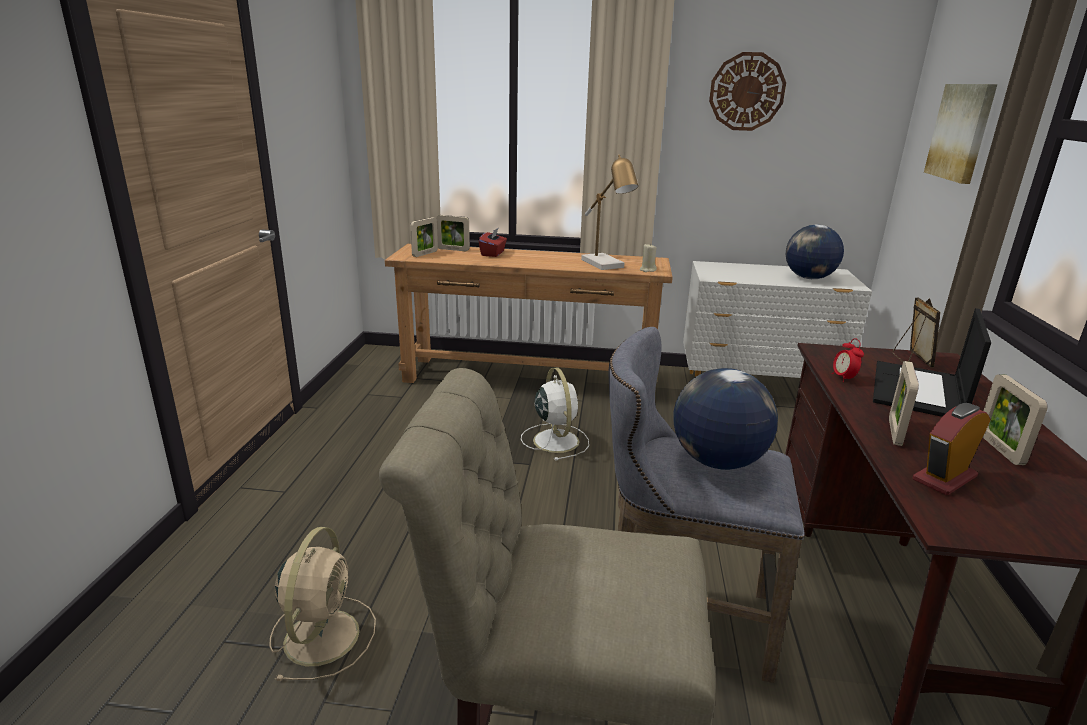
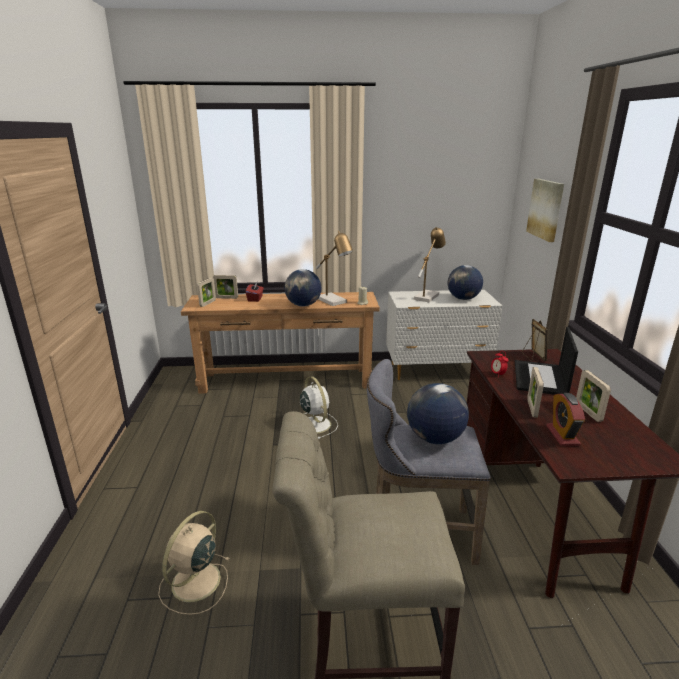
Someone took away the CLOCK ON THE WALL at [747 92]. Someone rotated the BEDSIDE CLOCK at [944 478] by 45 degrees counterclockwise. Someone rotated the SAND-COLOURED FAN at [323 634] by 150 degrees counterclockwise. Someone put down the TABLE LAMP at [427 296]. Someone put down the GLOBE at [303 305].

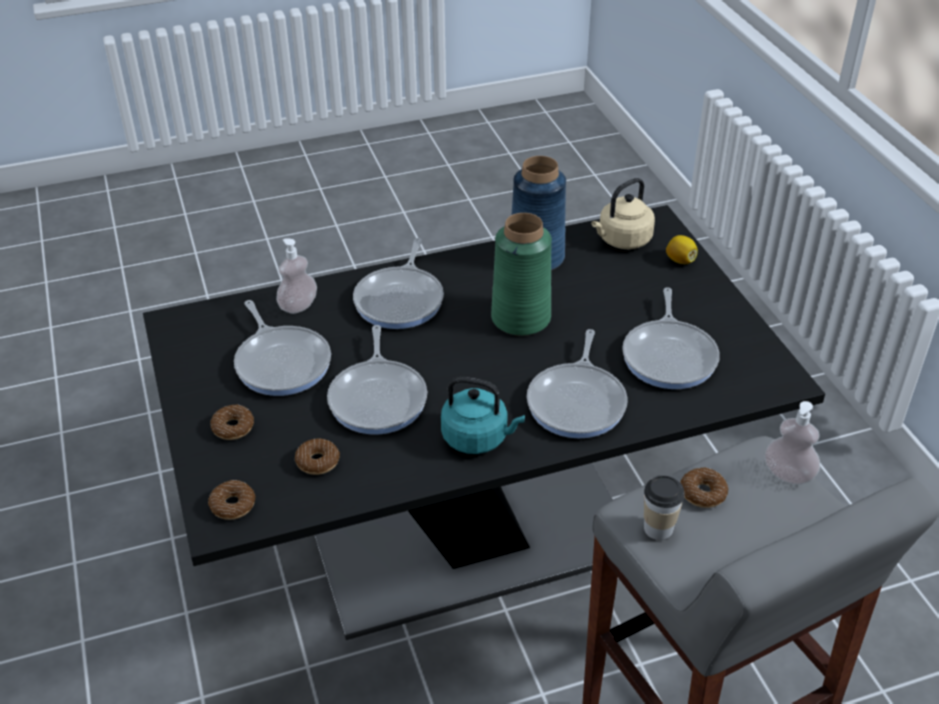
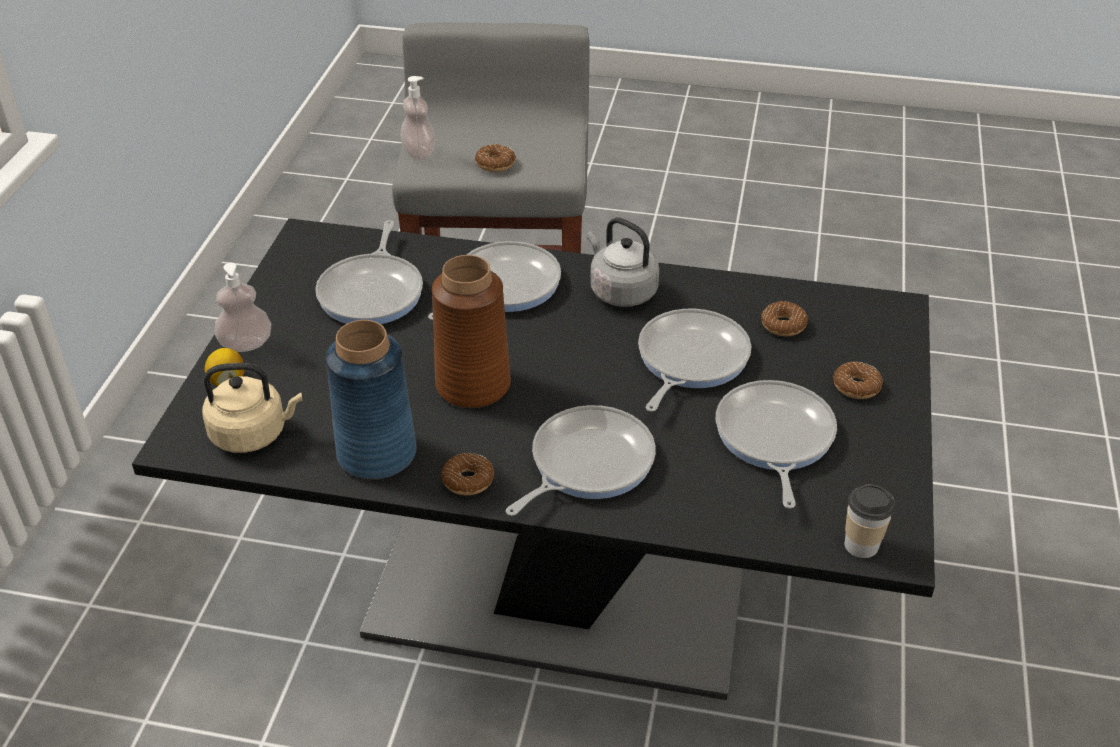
Someone repainted the GREENISH VASE at [521 318], which became the BROWN-COLOURED VASE at [472 385]. Someone carried the SOAP BOTTLE from [298 306] to [246 344]. Someone rotated the SKILLET at [670 356] by 150 degrees clockwise. Someone repainted the TURQUOISE TEA KETTLE at [478 438], which became the GREY TEA KETTLE at [620 291]. Someone carried the DRINKING CUP from [658 528] to [861 545]. Someone carried the DOUGHNUT from [232 505] to [468 480].

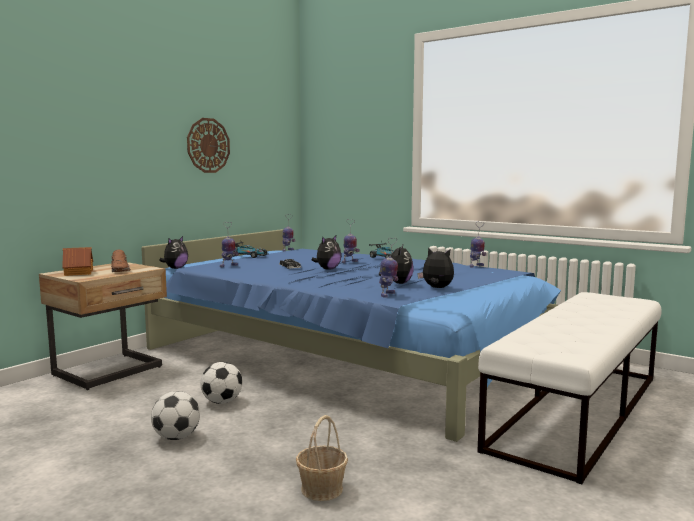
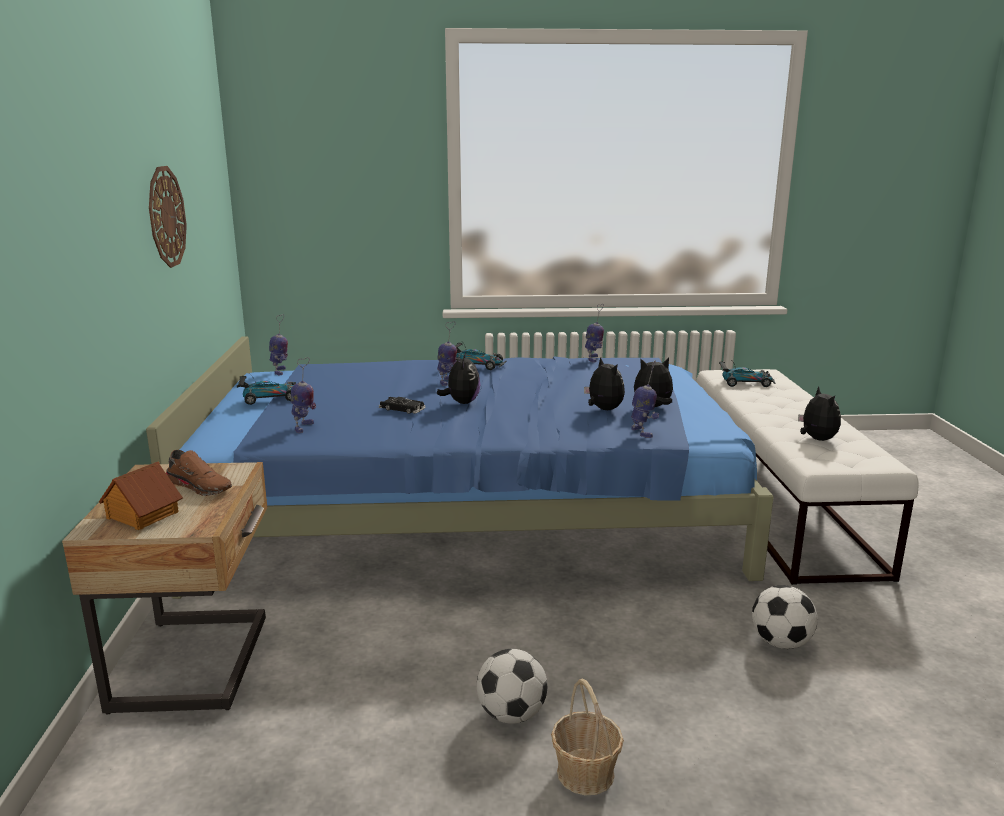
Someone carried the SOFT TOY from [175 268] to [816 439]. Someone carried the FOOTBALL BALL from [222 402] to [780 643]. Someone carried the BASKET from [321 489] to [585 773]. Someone put down the MINIATURE CAR at [745 382].

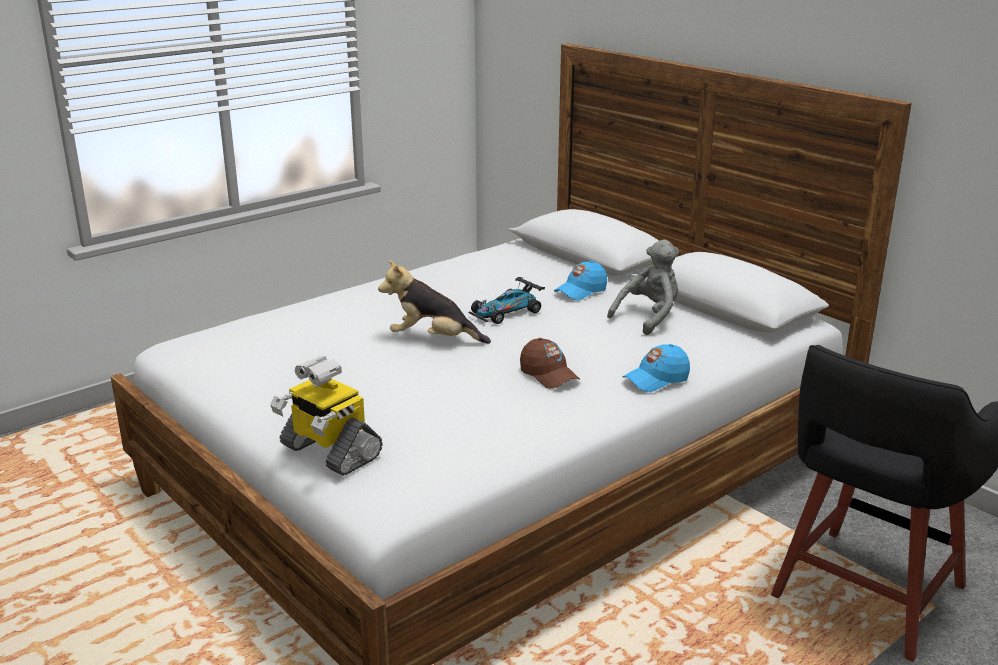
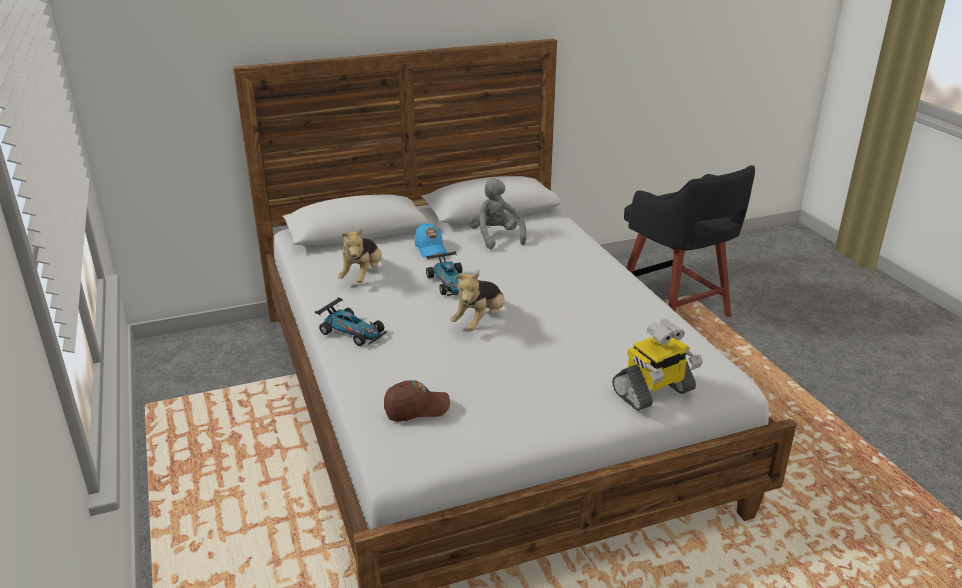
Someone carried the BROWN-COLOURED PEAKED CAP from [548 375] to [417 409]. Someone took away the BLUE-COLOURED PEAKED CAP at [656 380]. Someone put down the SOFT TOY at [362 275]. Someone put down the MINIATURE CAR at [352 331].

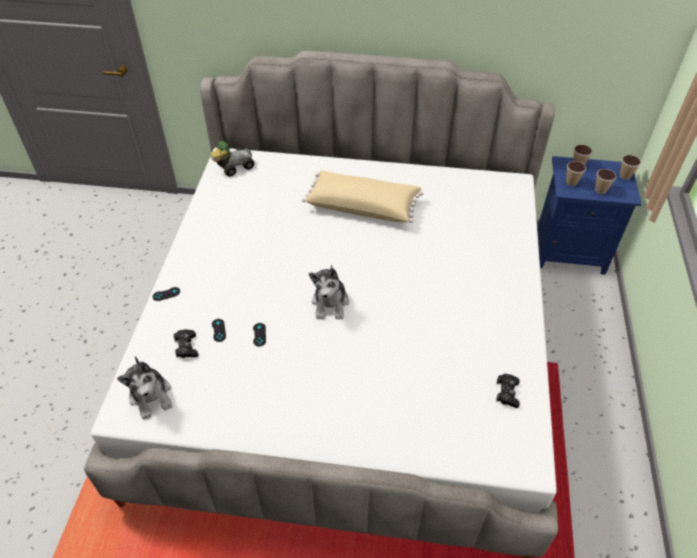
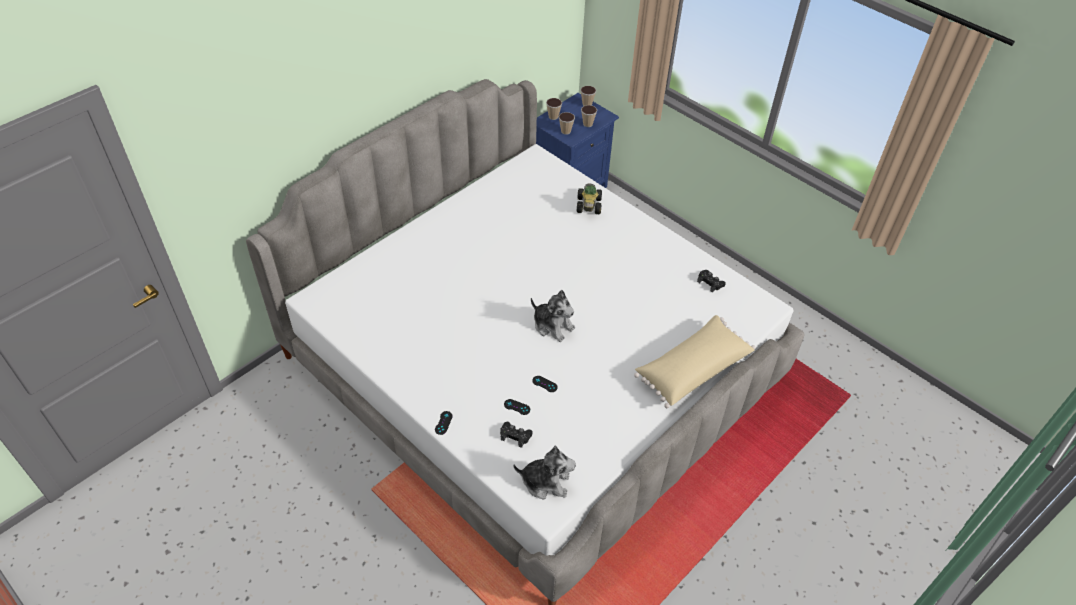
Someone carried the MINIATURE CAR from [233 167] to [587 207]. Someone carried the SAND-COLOURED THROW PILLOW from [363 206] to [691 369].

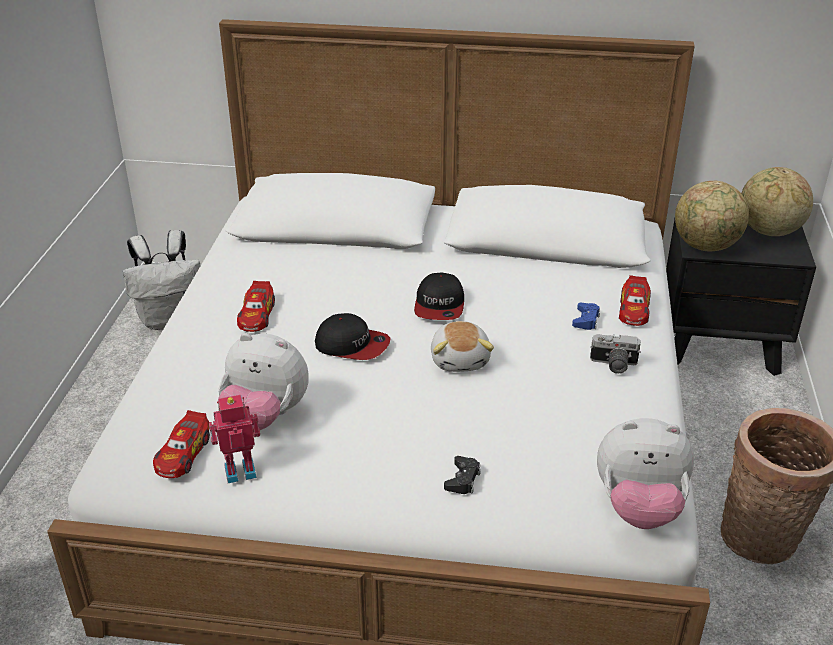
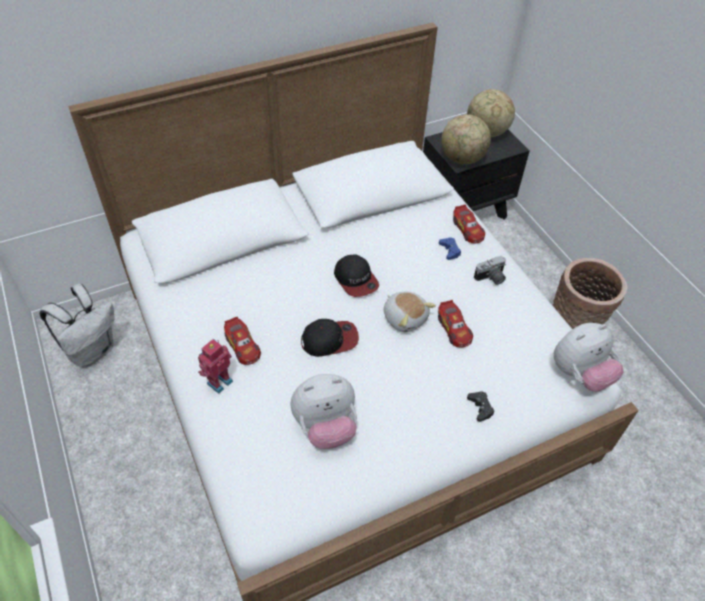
Someone carried the TOY ROBOT from [240 470] to [218 381]. Someone carried the MINIATURE CAR from [183 454] to [454 329].

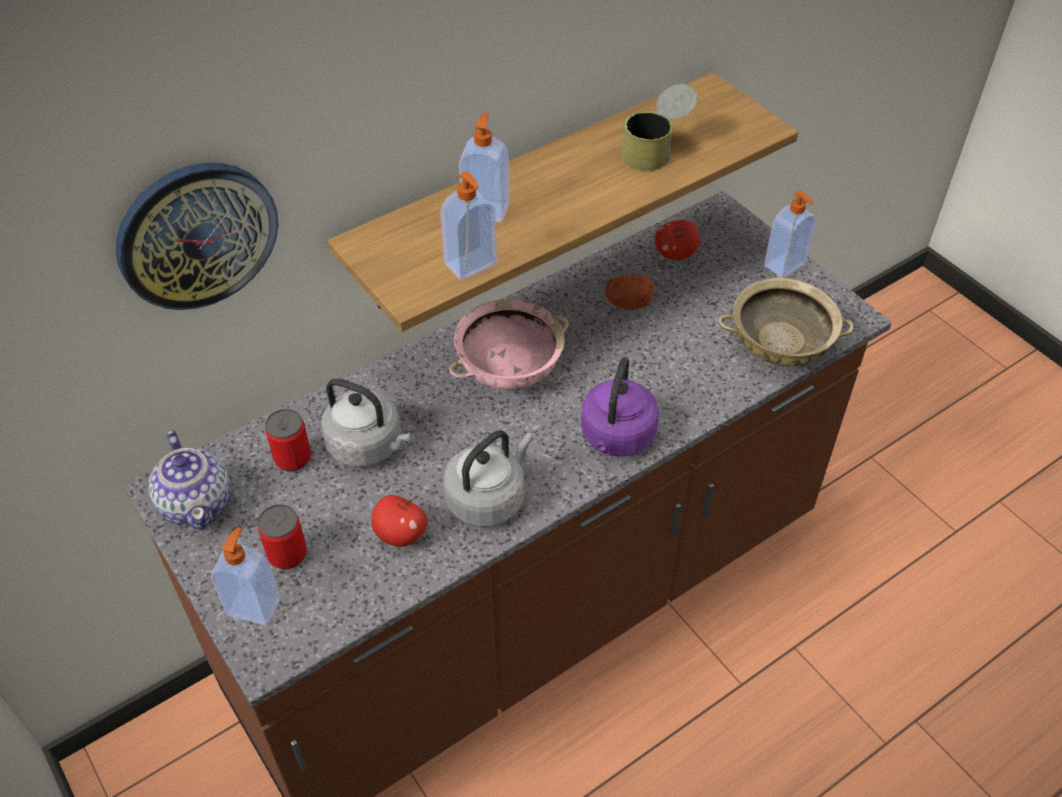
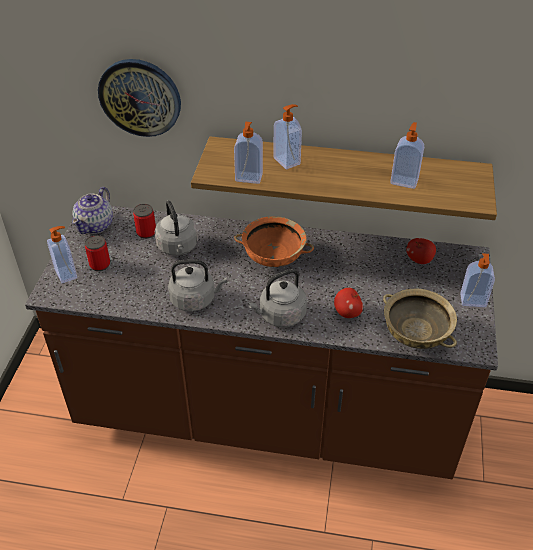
Someone swapped the CAN at [656 150] for the SOAP BOTTLE at [404 181]. Someone took away the SPUD at [627 303]. Someone repainted the PINK DEEP DISH at [510 367], which became the ORANGEY DEEP DISH at [274 256]. Someone repainted the PURPLISH TEA KETTLE at [616 438], which became the GREY TEA KETTLE at [280 316]. Someone carried the APPLE from [400 534] to [347 313].

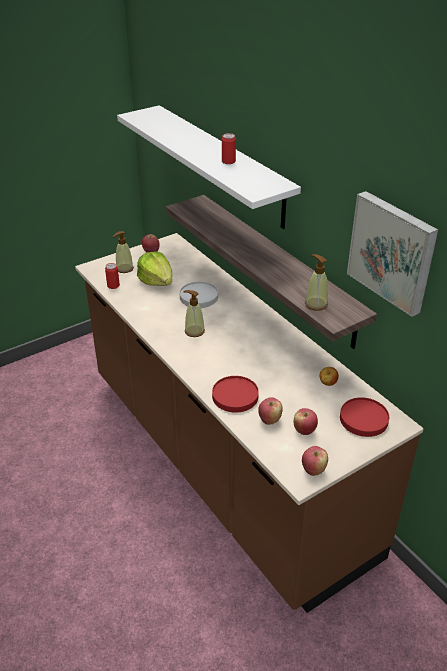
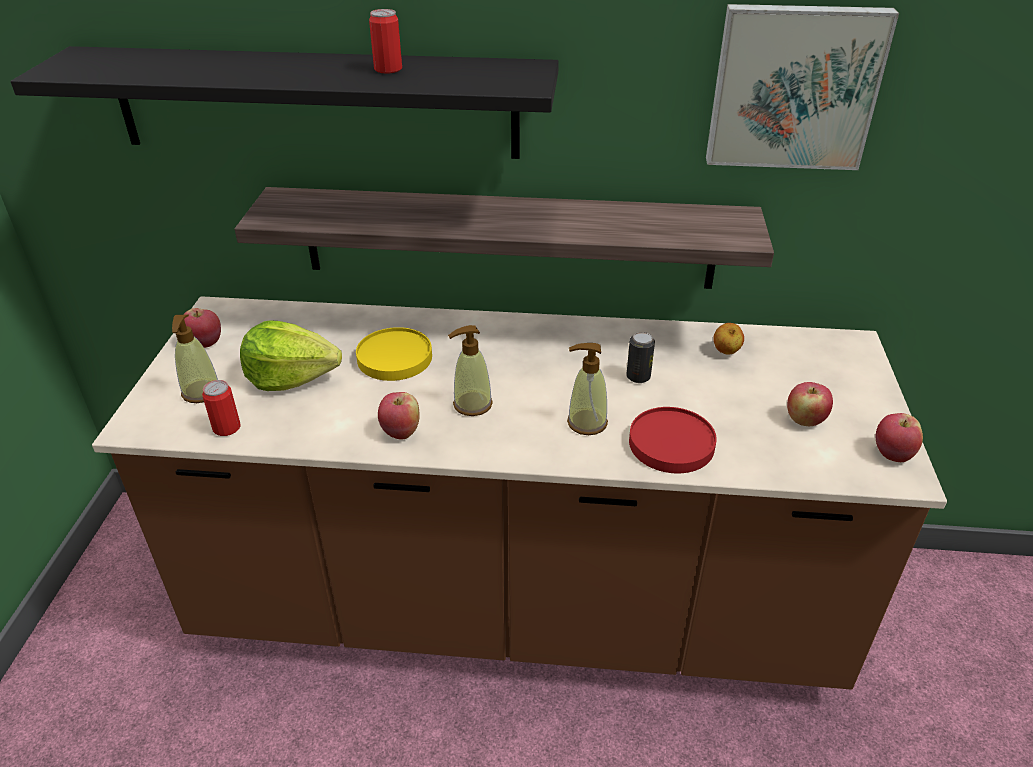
Someone repainted the WHITISH SHELF at [222 164], which became the BLACK SHELF at [315 103]. Someone carried the SOAP BOTTLE from [315 304] to [586 423]. Someone repainted the WHITISH FLAT DISH at [198 296], which became the YELLOWISH FLAT DISH at [394 357]. Someone carried the APPLE from [269 420] to [400 432]. Someone took away the REDDISH FLAT DISH at [364 419]. Someone put down the CAN at [638 377].

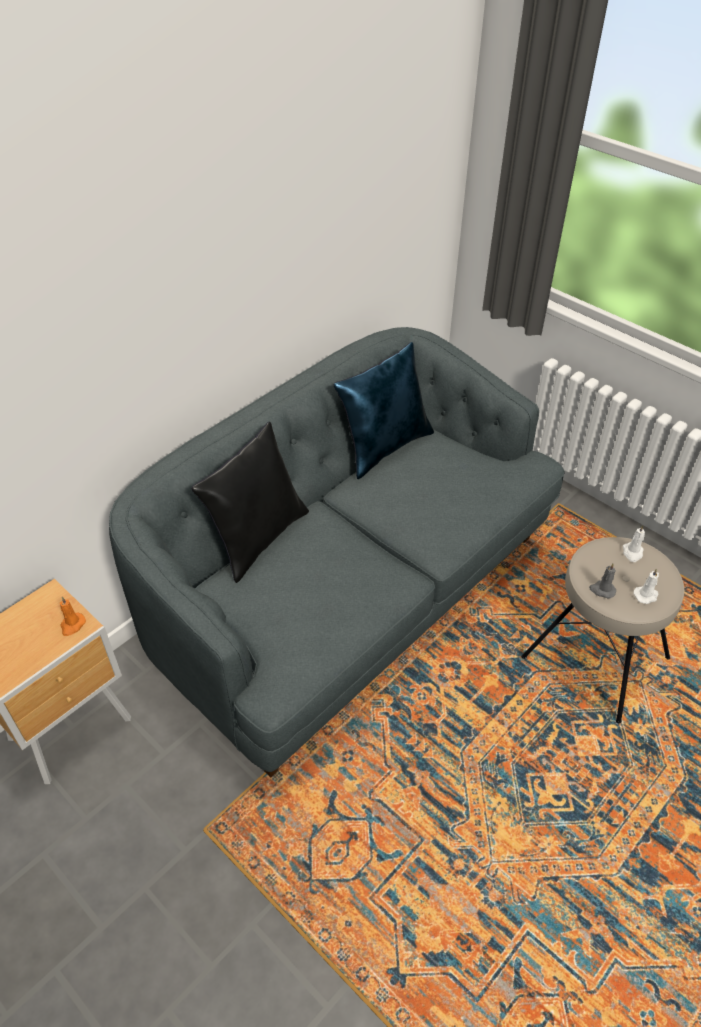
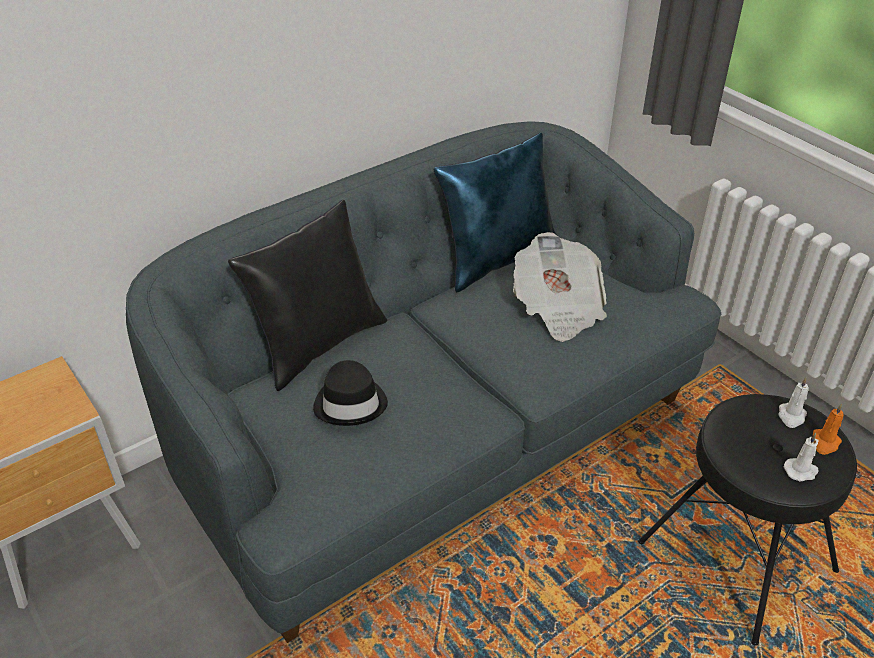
Someone repainted the SAND-COLOURED SITTING STOOL at [594 659], which became the BLACK SITTING STOOL at [735 558]. Someone took away the GREY CANDLE at [602 590]. Someone carried the ORANGEY CANDLE from [72 625] to [824 443]. Someone put down the PRINTED PAPER at [558 308]. Someone put down the BLACK WEARABLE HAT at [351 403].

